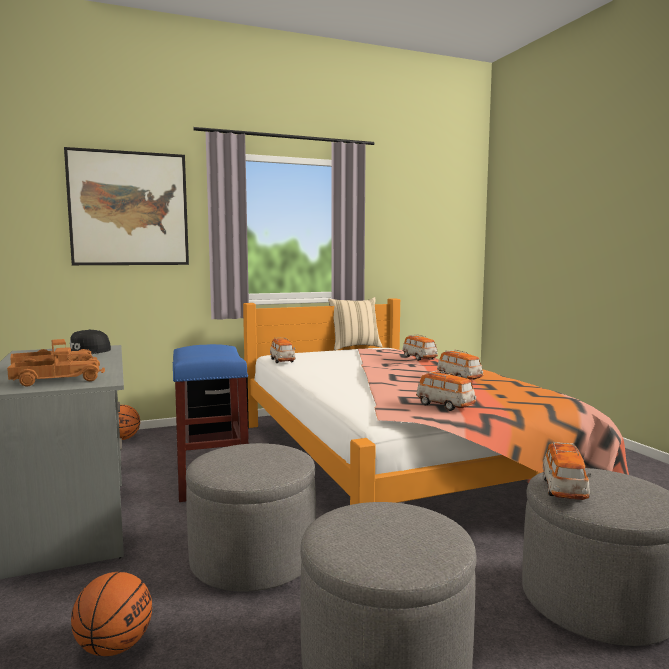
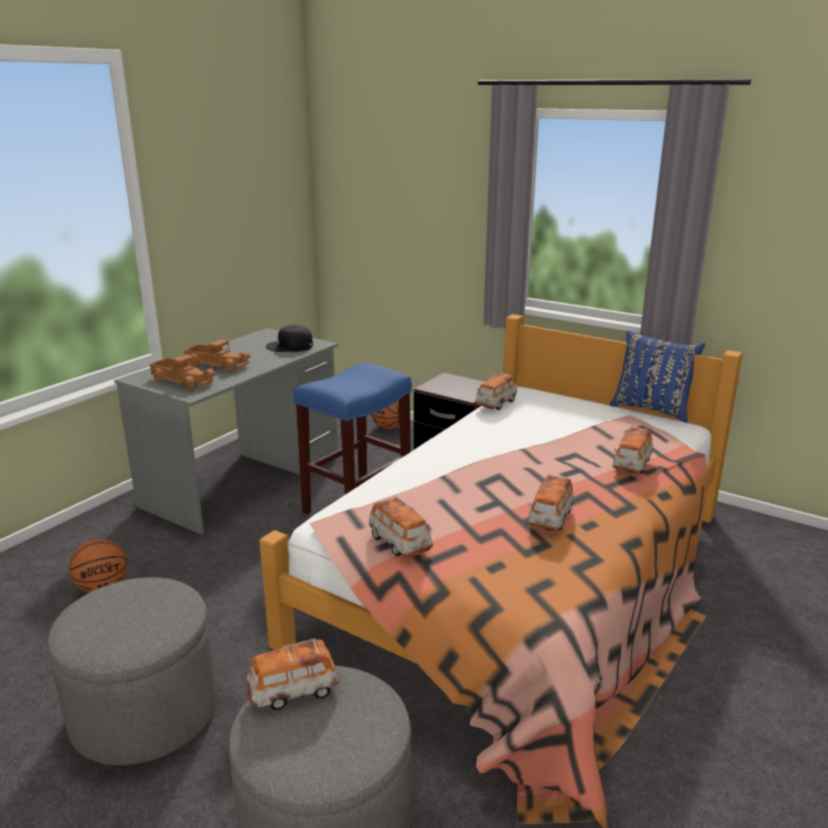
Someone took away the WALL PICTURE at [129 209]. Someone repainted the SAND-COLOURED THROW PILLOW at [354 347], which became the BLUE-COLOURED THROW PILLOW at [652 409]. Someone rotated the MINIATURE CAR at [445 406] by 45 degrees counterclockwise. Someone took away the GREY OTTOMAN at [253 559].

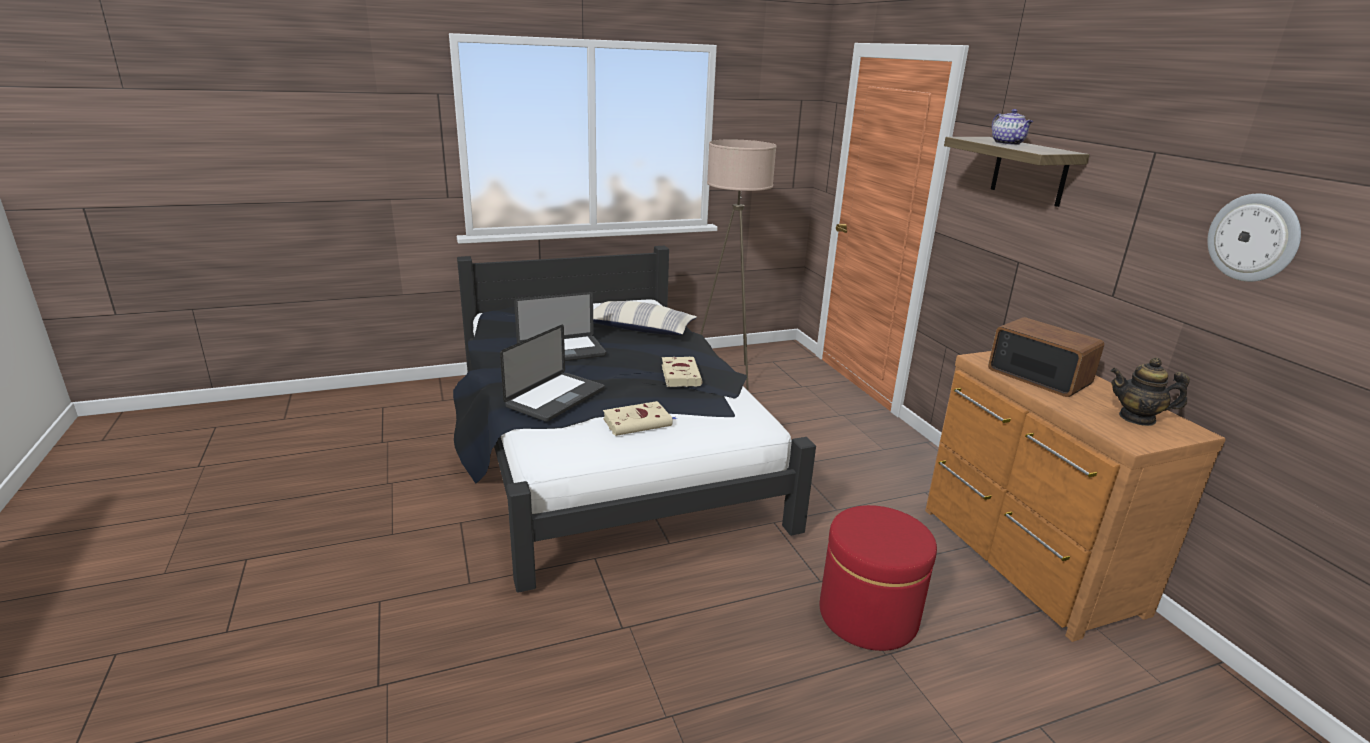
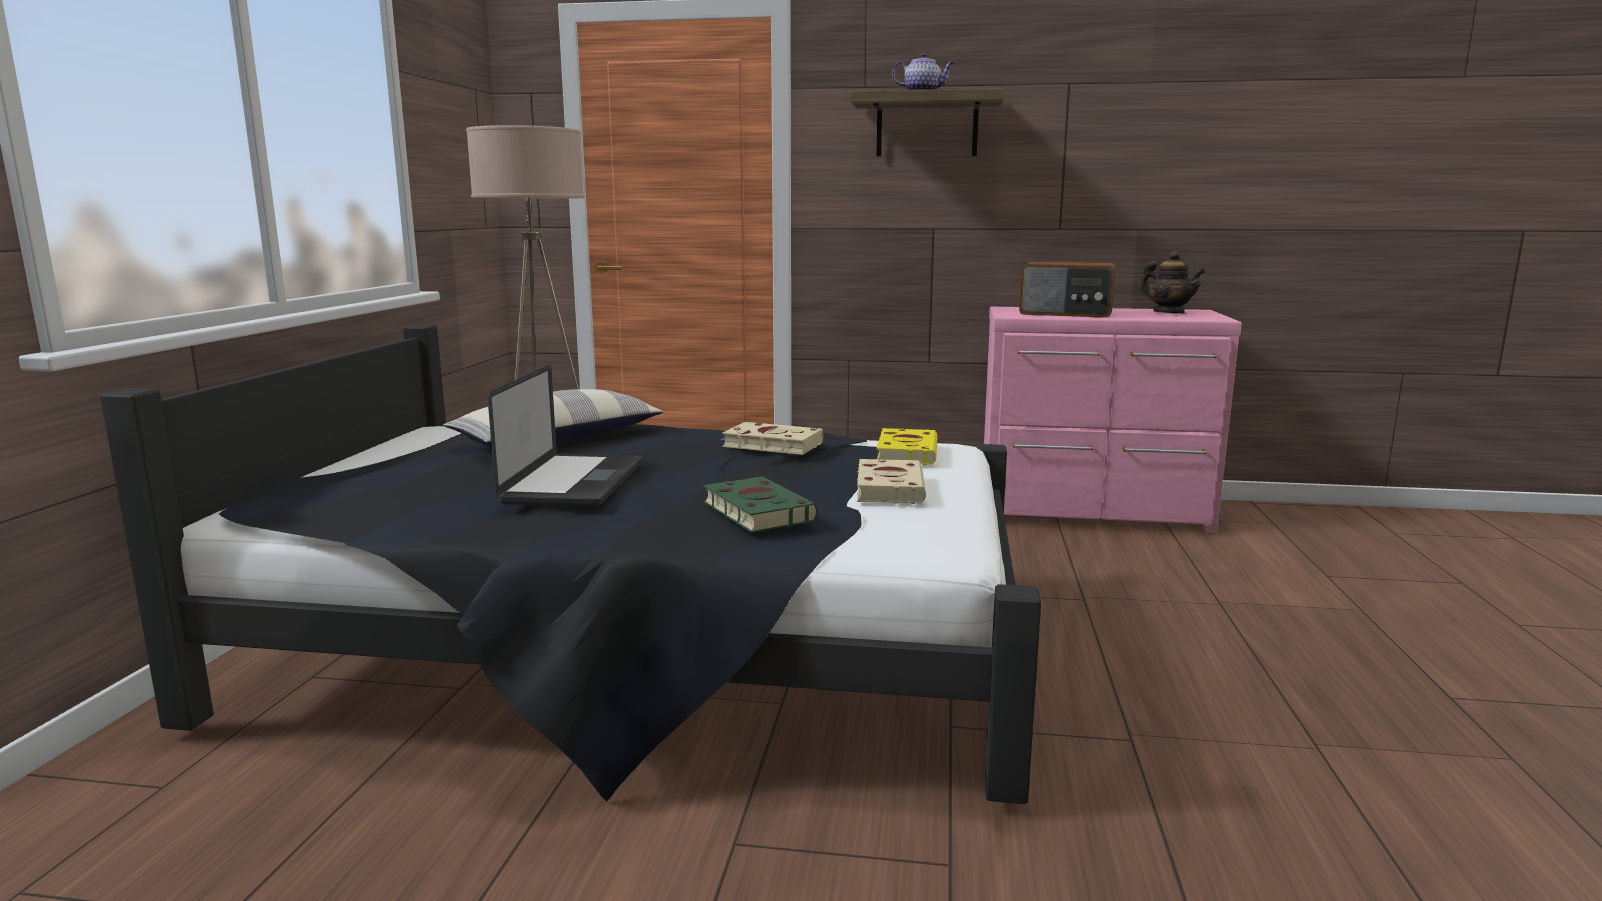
Someone took away the CLOCK ON THE WALL at [1254 237]. Someone rotated the RADIO at [1038 376] by 150 degrees counterclockwise. Someone swapped the NOTEBOOK COMPUTER at [555 398] for the GREENISH BOUND BOOK at [756 511]. Someone repainted the BROWN-COLOURED DRAWER CHEST at [1025 560], which became the PINK DRAWER CHEST at [1094 513]. Someone rotated the TEA POT at [1137 418] by 90 degrees counterclockwise. Someone took away the REDDISH OTTOMAN at [868 615]. Someone put down the YELLOWISH BOUND BOOK at [906 452].

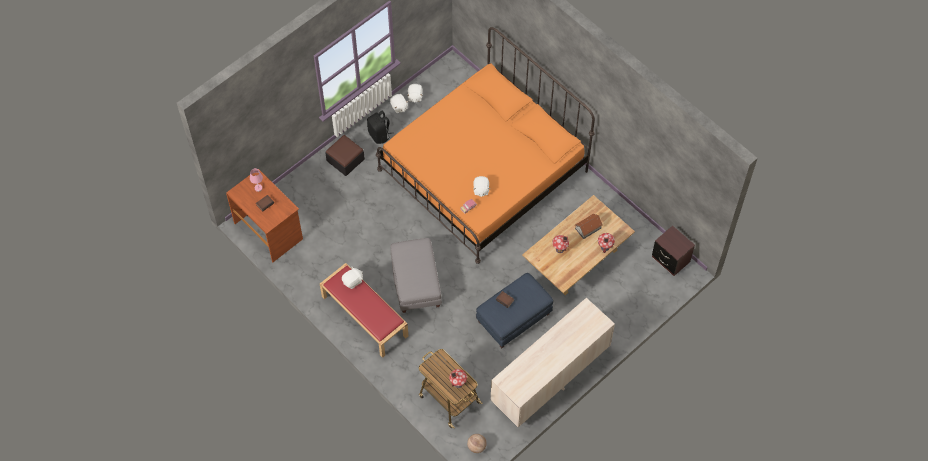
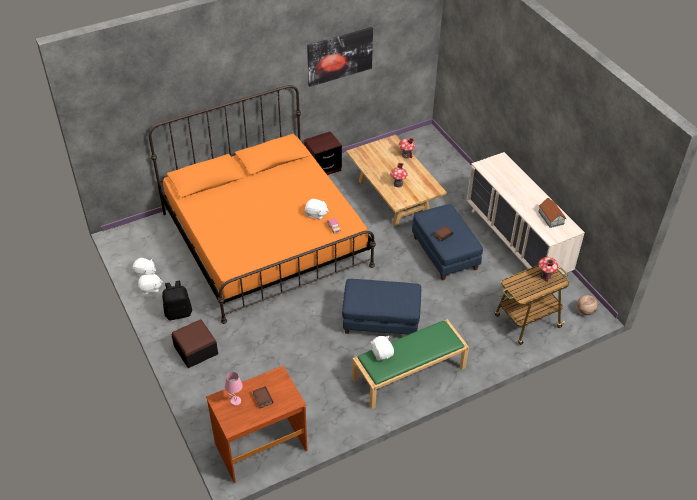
Someone carried the MINIATURE HOUSE from [588 228] to [551 217]. Someone carried the BROWN-COLOURED BEDSIDE TABLE from [670 259] to [323 168]. Someone repainted the GREY OTTOMAN at [416 283], which became the BLUE-COLOURED OTTOMAN at [381 320]. Someone repainted the REDDISH LONG SEAT at [364 316], which became the GREENISH LONG SEAT at [408 374]. Someone put up the WALL PICTURE at [339 56].

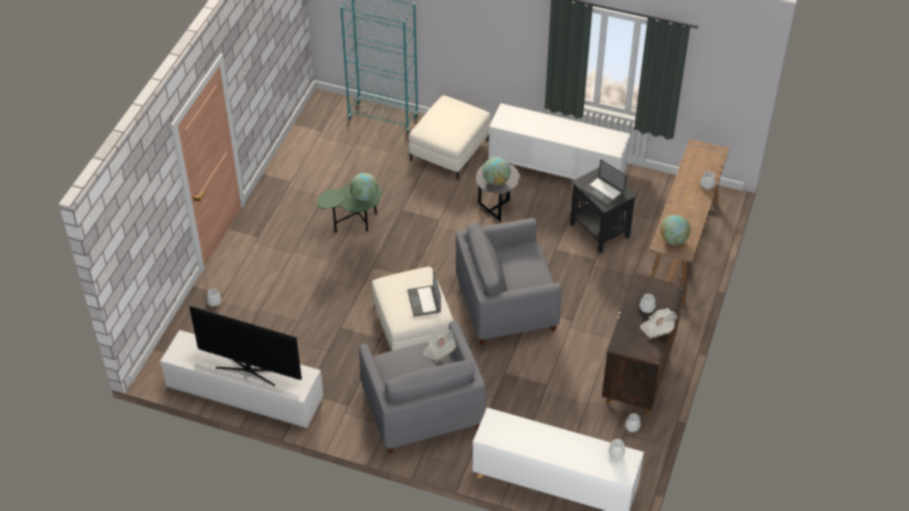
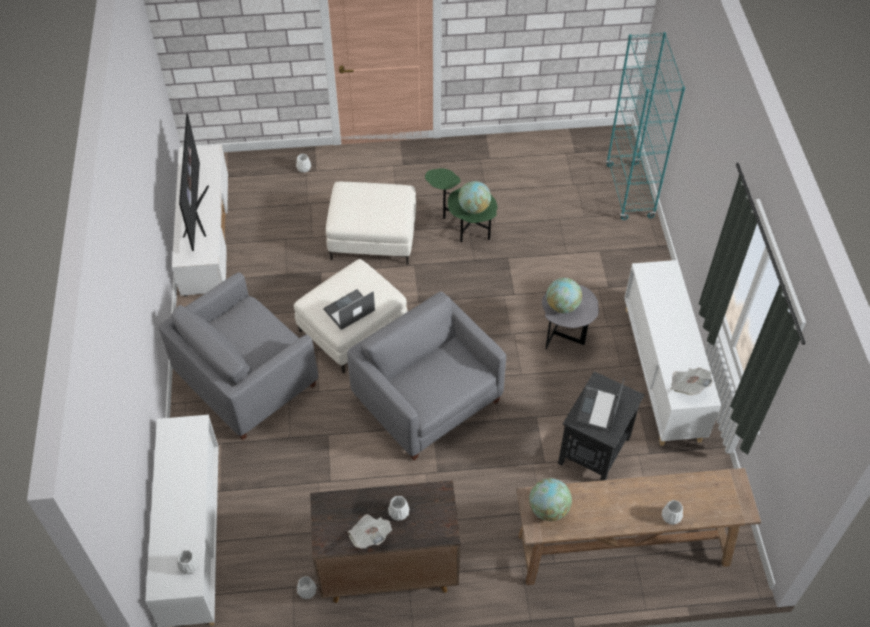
Someone carried the WHITISH OTTOMAN from [450 150] to [373 237]. Someone carried the PRINTED PAPER from [440 350] to [688 386].

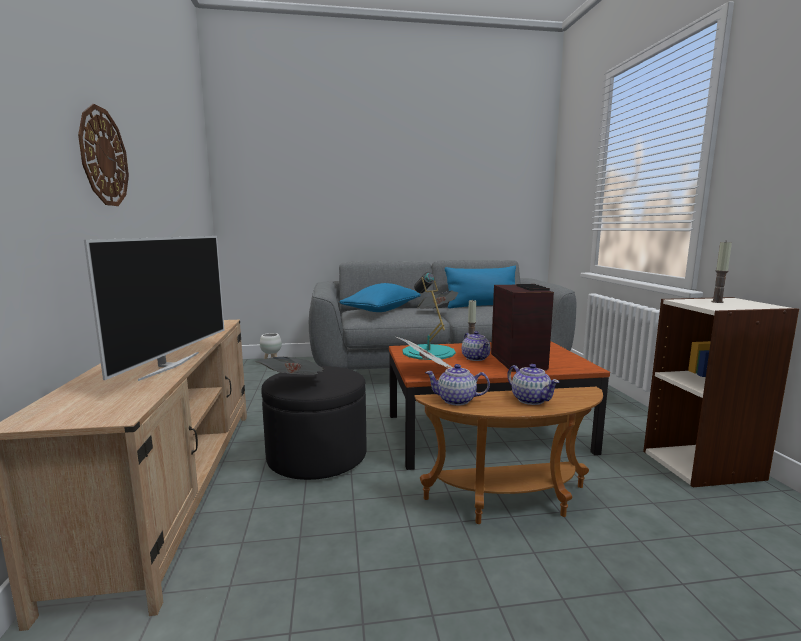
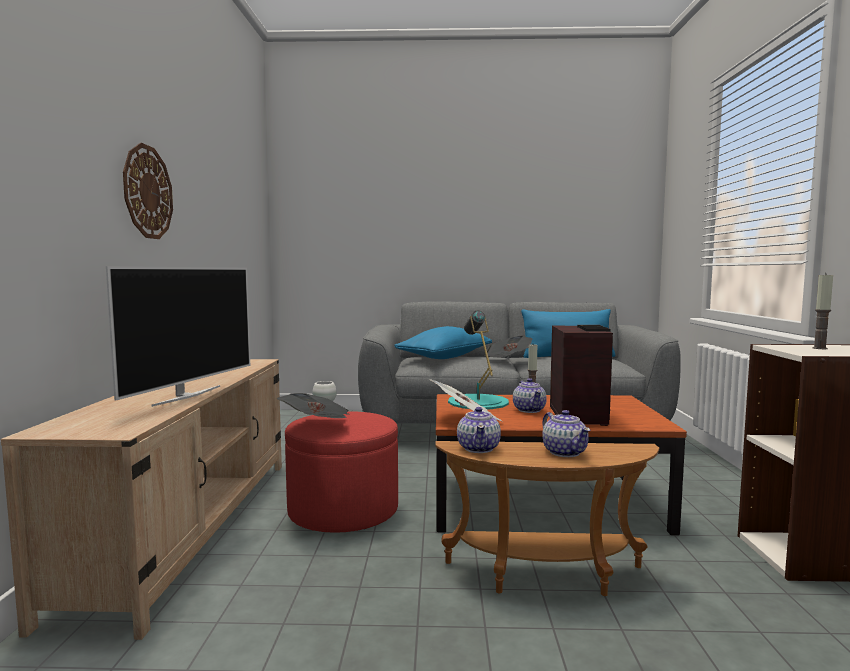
Someone rotated the TEA POT at [457 400] by 105 degrees counterclockwise. Someone repainted the BLACK OTTOMAN at [317 456], which became the REDDISH OTTOMAN at [343 510].

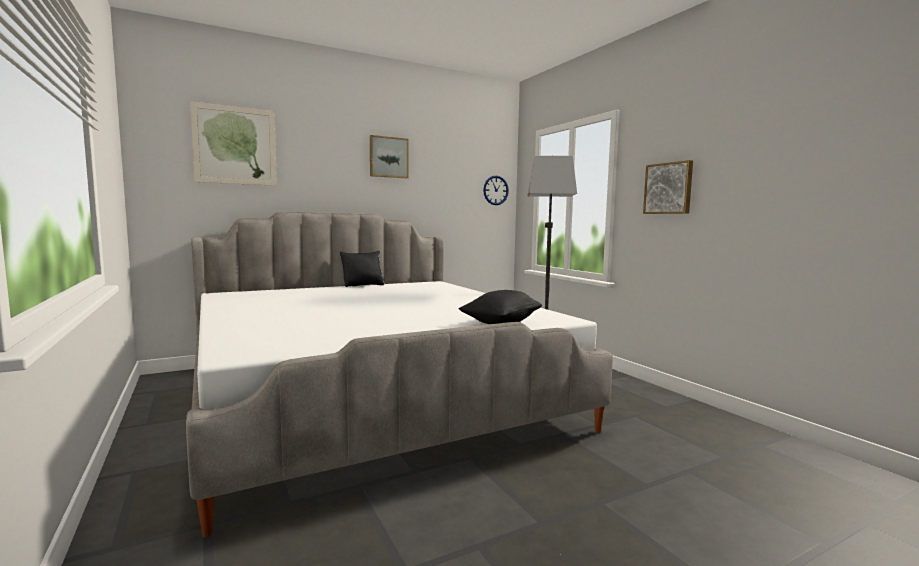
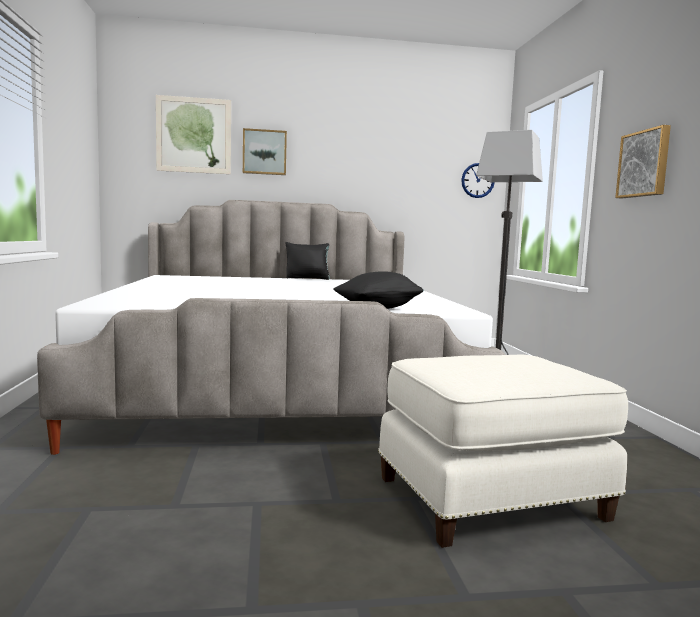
Someone carried the WALL PICTURE from [388 157] to [264 152]. Someone put down the WHITISH OTTOMAN at [492 500].

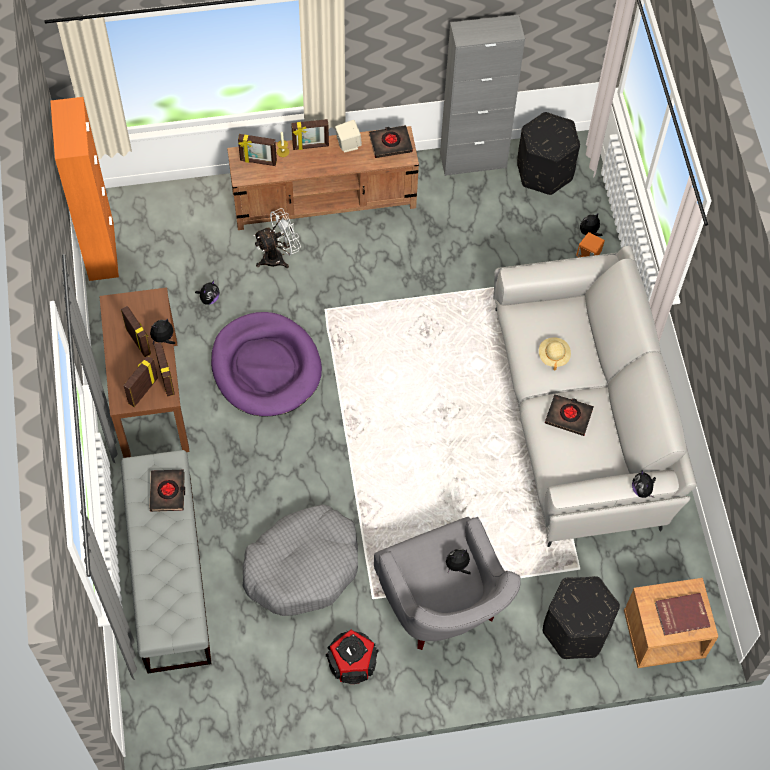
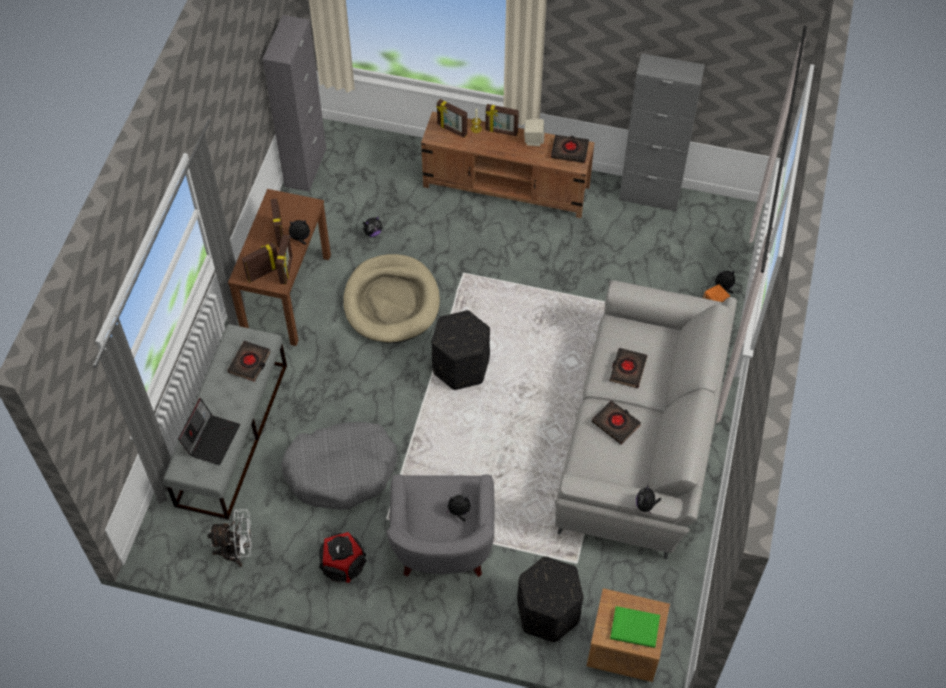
Someone repainted the ORANGEY CABINET at [101 251], which became the GREY CABINET at [305 167]. Someone carried the BLACK OTTOMAN from [544 171] to [461 366]. Someone carried the WHITISH FAN from [278 256] to [238 551]. Someone repainted the PURPLISH DOG BED at [266 367], which became the SAND-COLOURED DOG BED at [391 302]. Someone swapped the SAND-COLOURED WEARABLE HAT at [553 356] for the BLACK BOUND BOOK at [627 369]. Someone repainted the REDDISH BOUND BOOK at [681 614], which became the GREENISH BOUND BOOK at [635 627]. Someone put down the NOTEBOOK COMPUTER at [212 438].

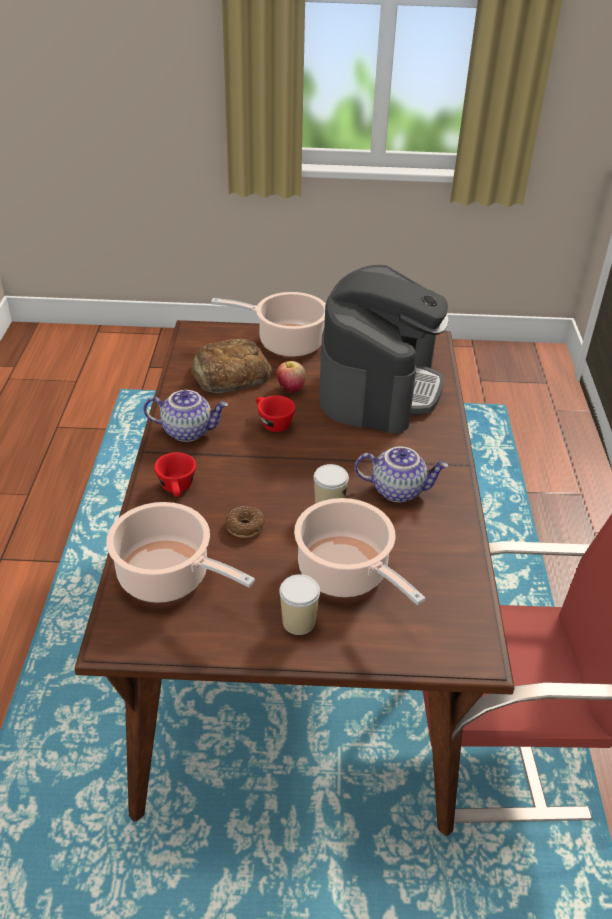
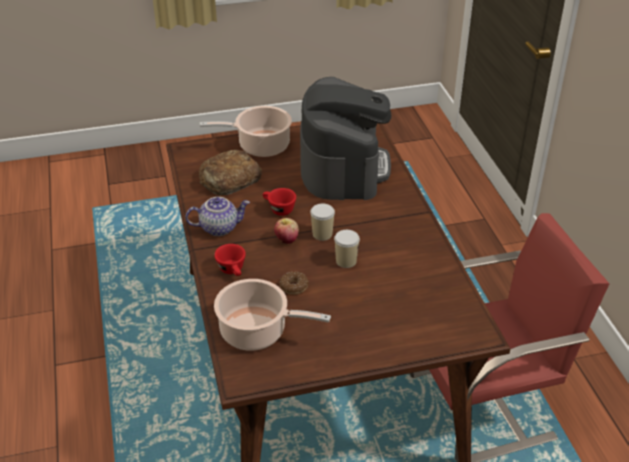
Someone carried the APPLE from [291 388] to [287 240]. Someone took away the TEA POT at [398 489]. Someone took away the SAUCEPOT at [346 574]. Someone carried the DRINKING CUP from [298 622] to [322 234].

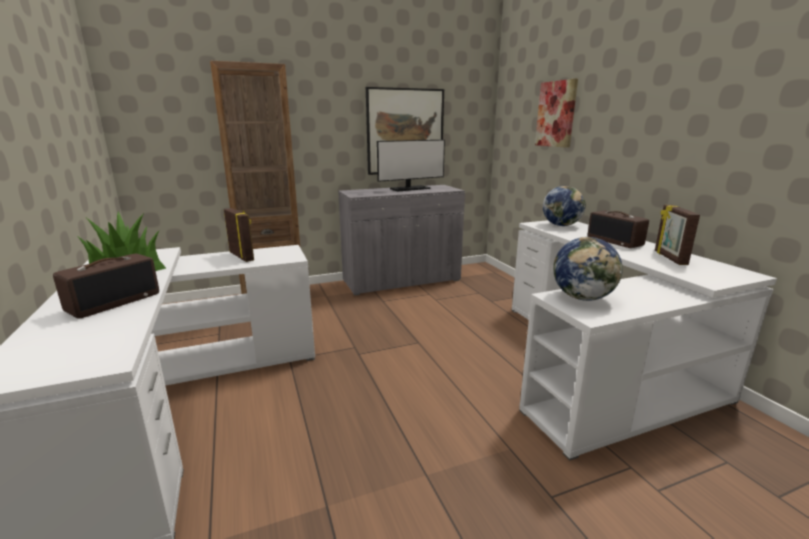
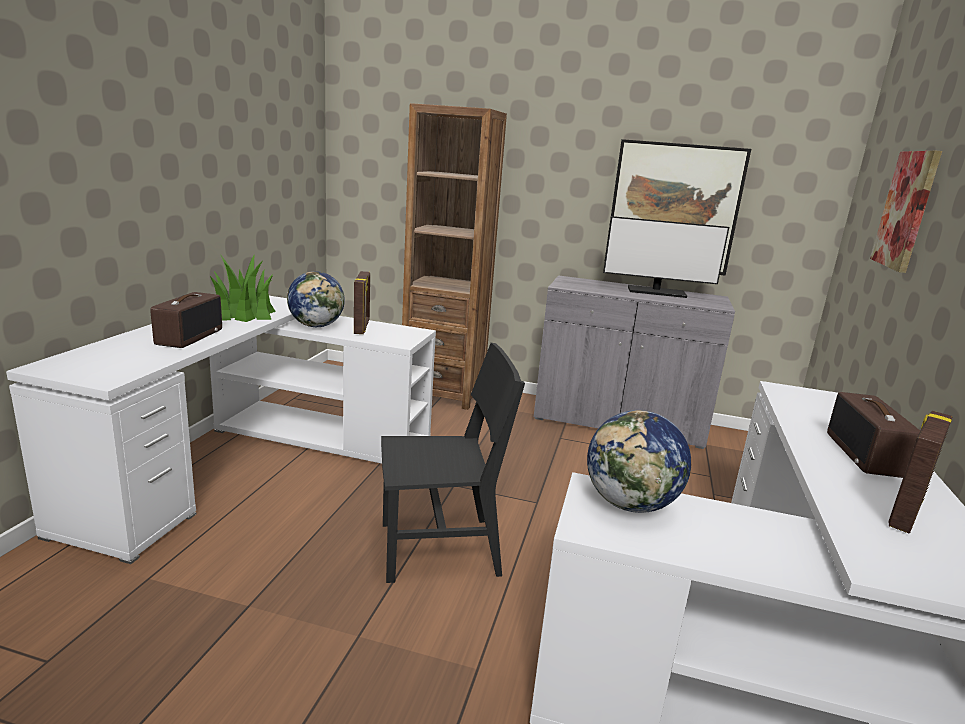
Someone carried the GLOBE from [561 225] to [317 326]. Someone rotated the RADIO at [114 302] by 60 degrees counterclockwise. Someone put down the BLACK CHAIR at [439 549].

